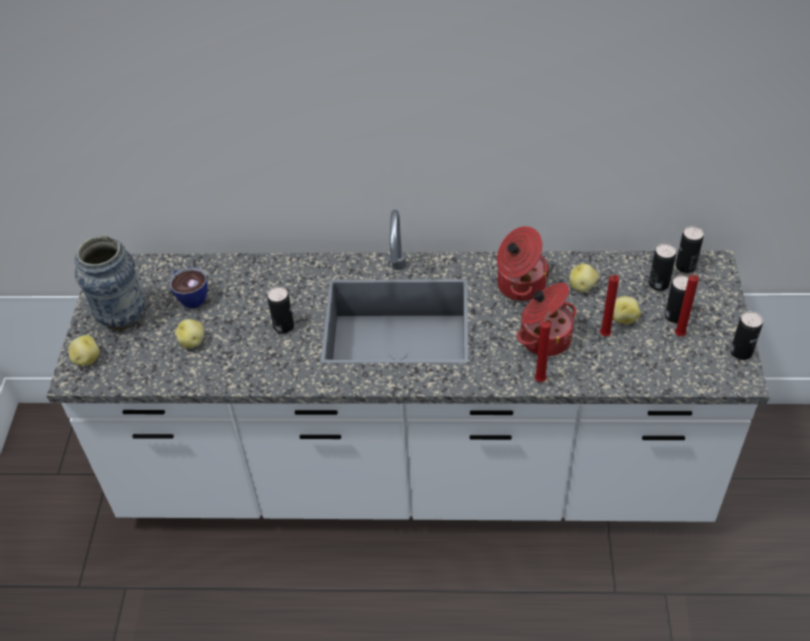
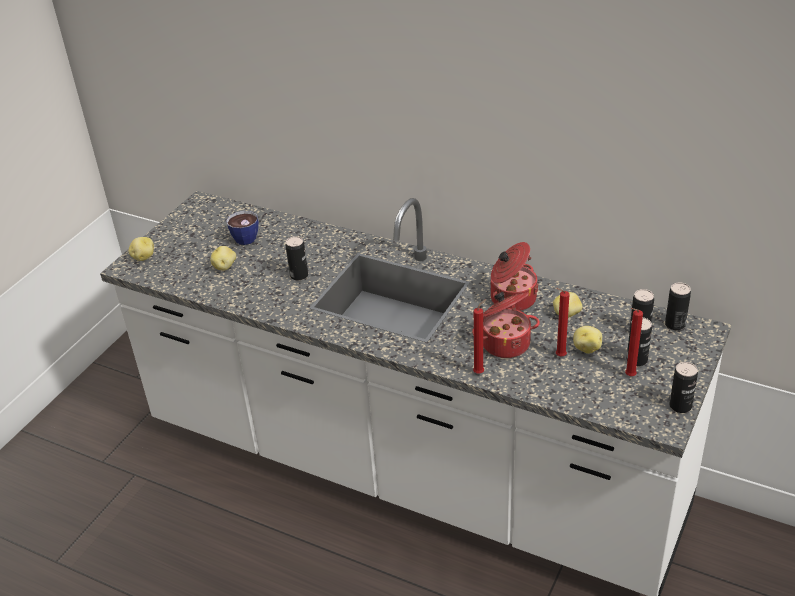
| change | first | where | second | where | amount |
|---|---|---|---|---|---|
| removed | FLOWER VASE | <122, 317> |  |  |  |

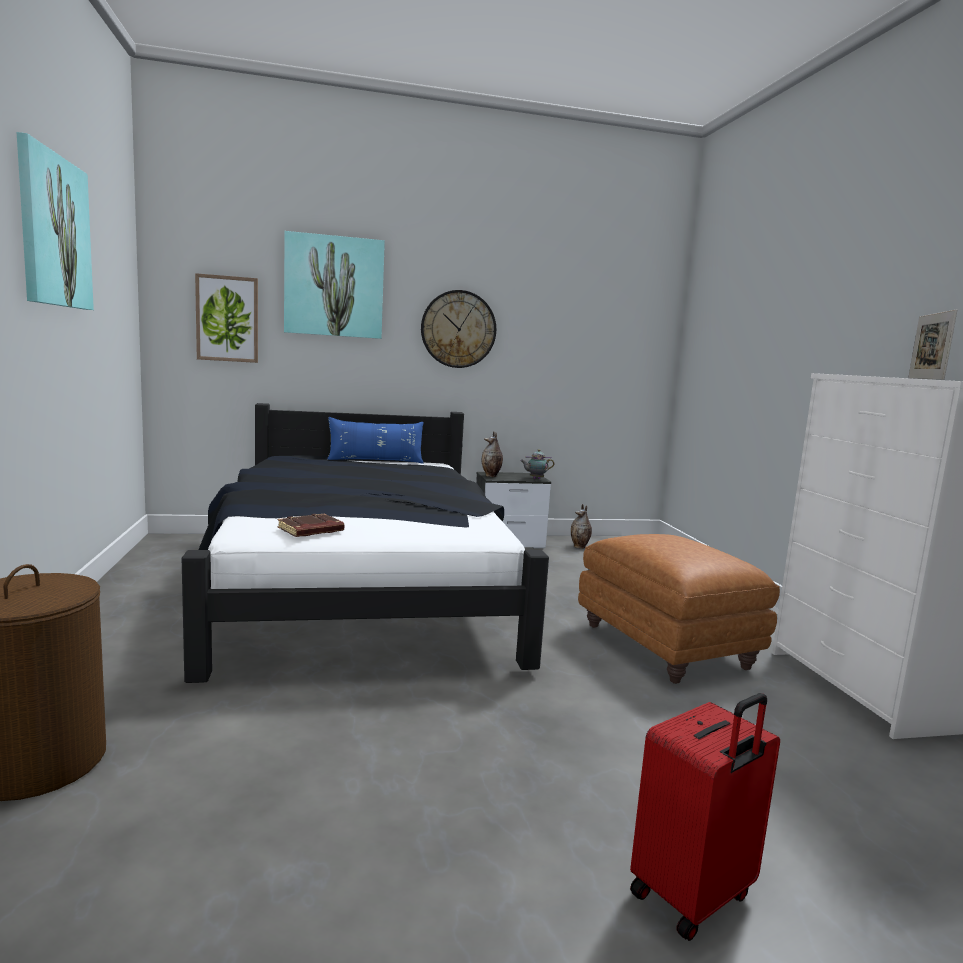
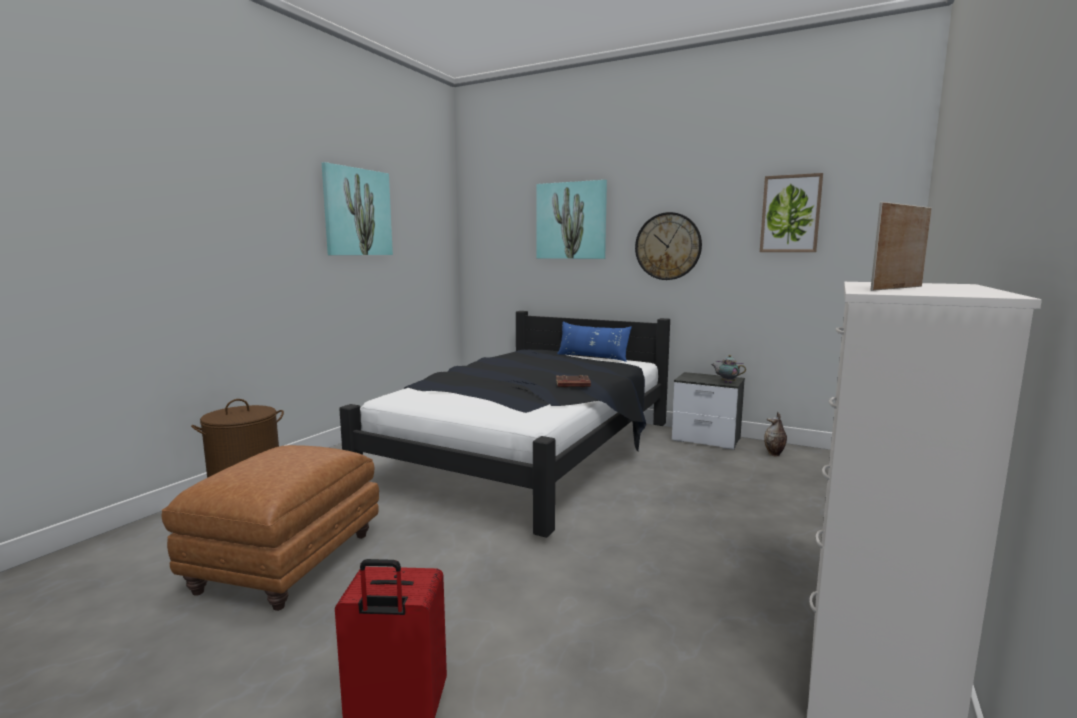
| change | first | where | second | where | amount |
|---|---|---|---|---|---|
| moved | BROWNISH POUFFE | <667, 647> |  | <287, 564> |  |
| moved | BROWNISH BOOK | <310, 531> |  | <572, 385> |  |
| moved | WALL ART | <227, 319> |  | <790, 214> |  |
| removed | FLOWER VASE | <491, 476> |  |  |  |

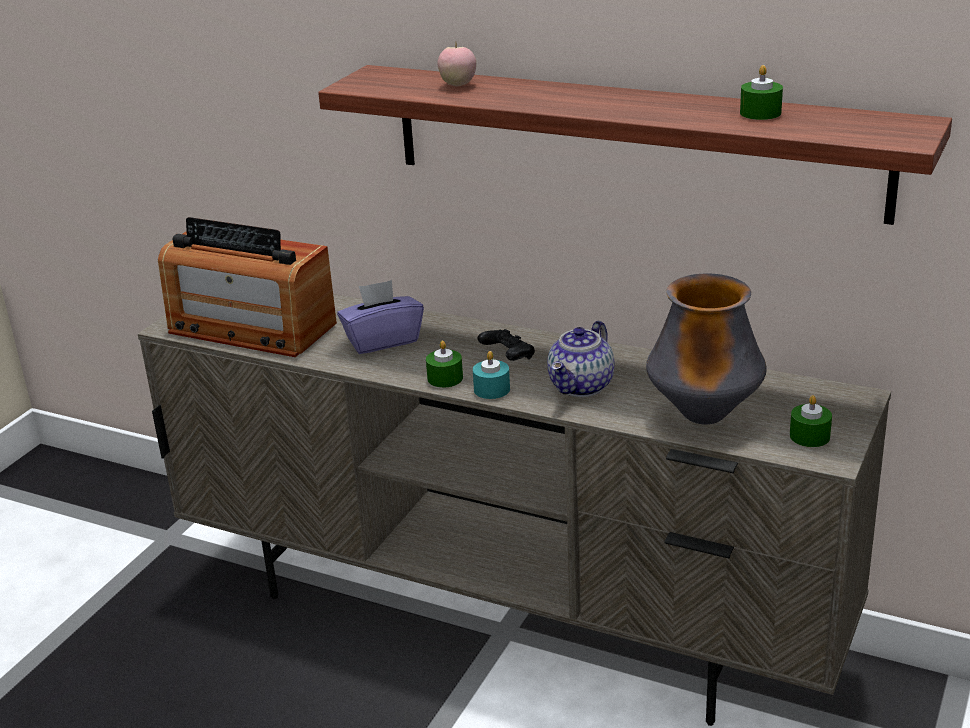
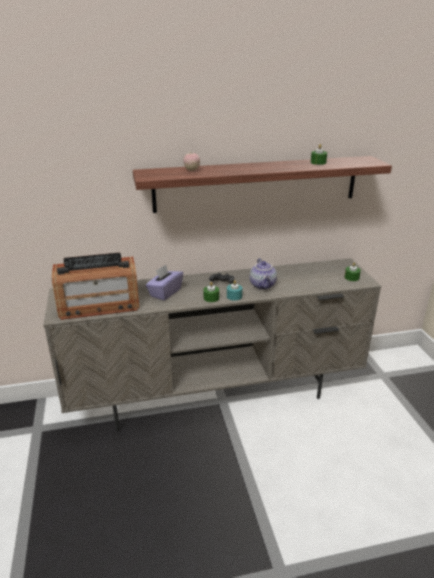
| change | first | where | second | where | amount |
|---|---|---|---|---|---|
| removed | FLOWER VASE | <704, 415> |  |  |  |

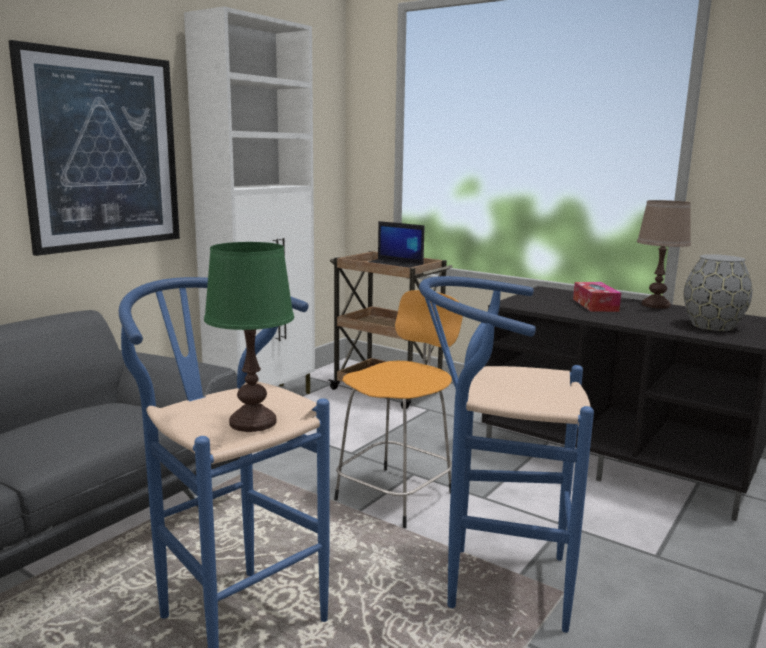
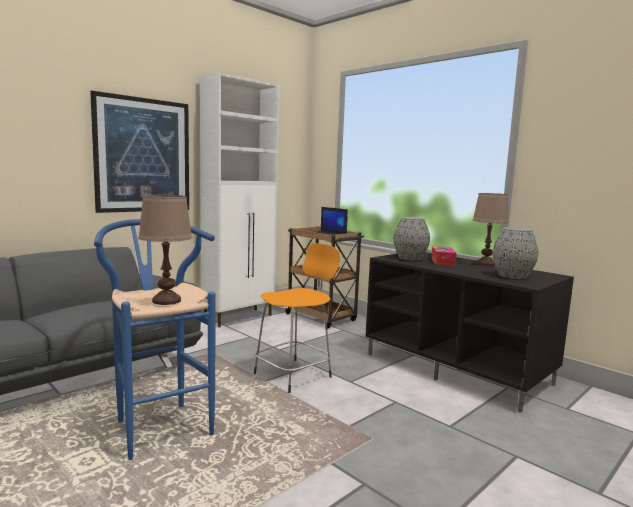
| change | first | where | second | where | amount |
|---|---|---|---|---|---|
| recoloured | GREENISH TABLE LAMP | <252, 422> | BROWNISH TABLE LAMP | <166, 301> |  |
| added |  |  | GREYISH FLOWER VASE | <409, 258> |  |
| removed | BLUE-COLOURED SITTING STOOL | <493, 582> |  |  |  |

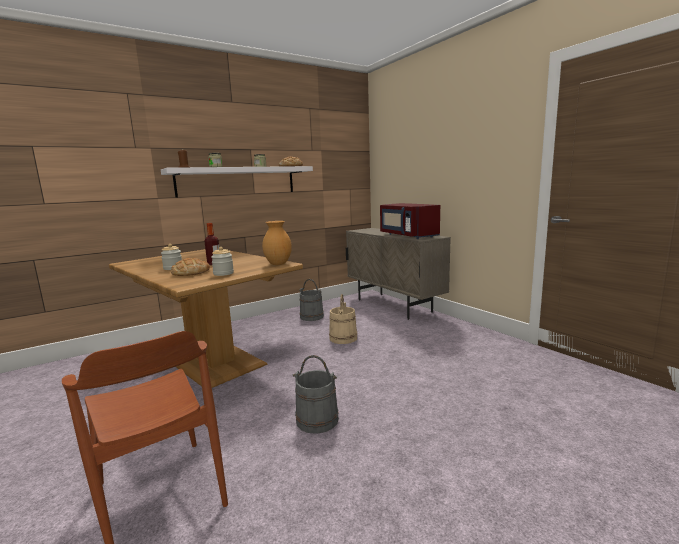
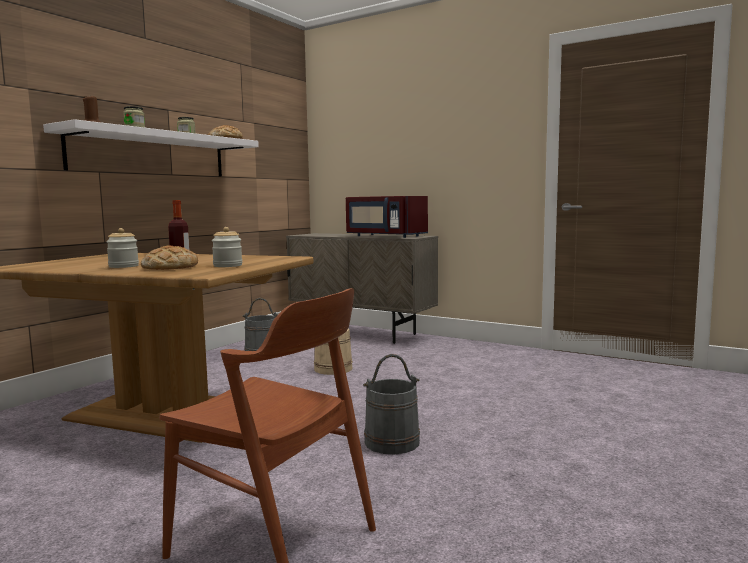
| change | first | where | second | where | amount |
|---|---|---|---|---|---|
| removed | BROWNISH FLOWER VASE | <277, 264> |  |  |  |

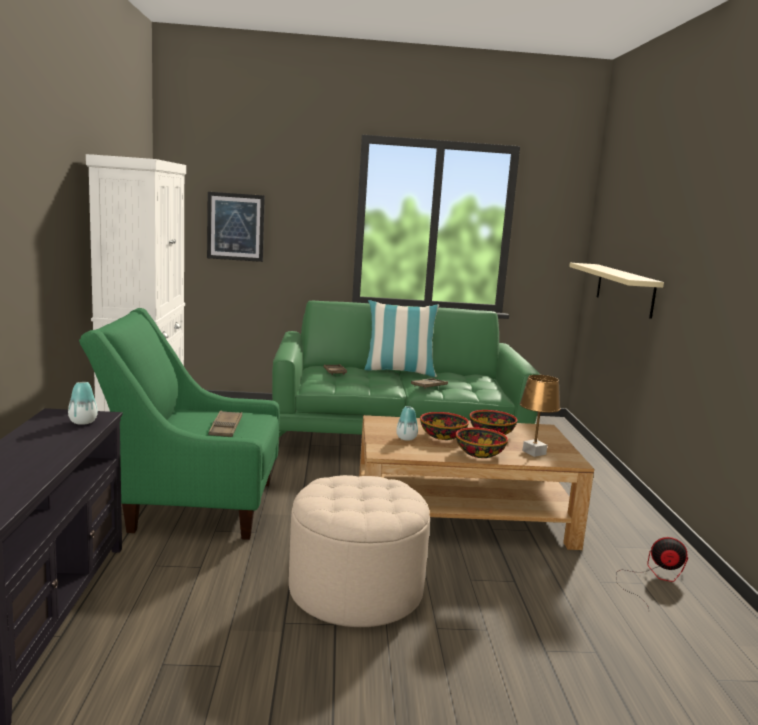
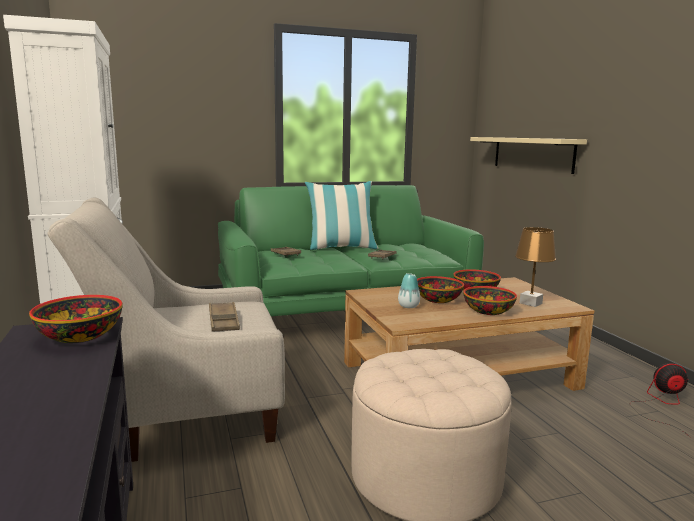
| change | first | where | second | where | amount |
|---|---|---|---|---|---|
| replaced | FLOWER VASE | <83, 422> | BOWL | <81, 336> |  |
| recoloured | GREENISH ARMCHAIR | <190, 505> | BEIGE ARMCHAIR | <185, 413> |  |
| removed | WALL ART | <235, 227> |  |  |  |

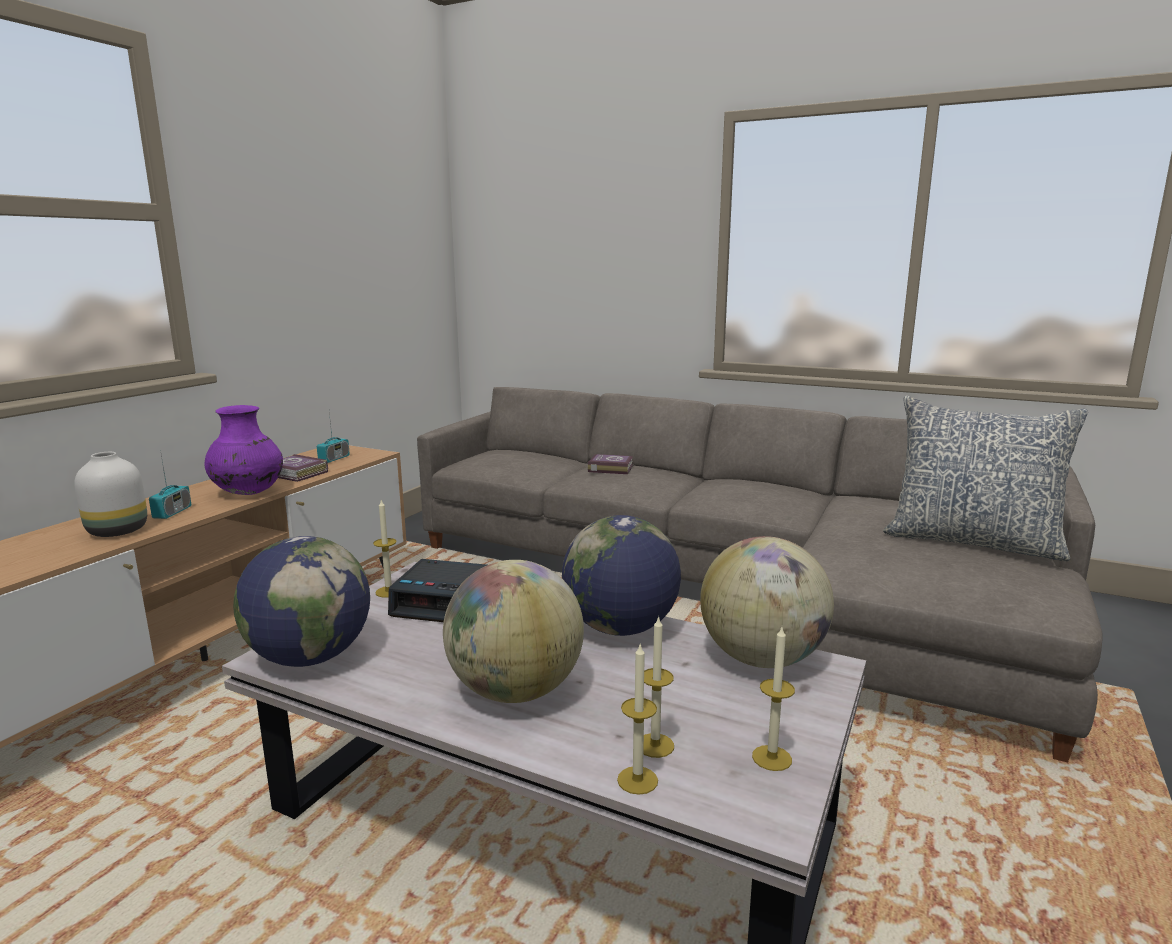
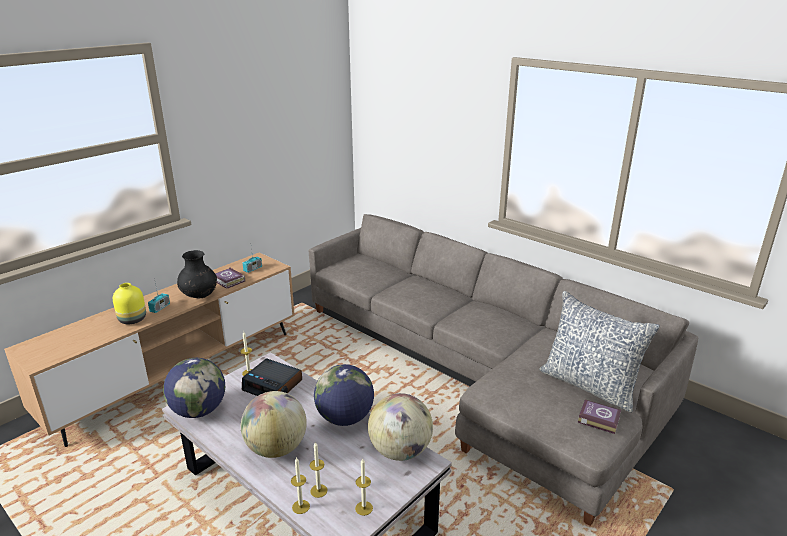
| change | first | where | second | where | amount |
|---|---|---|---|---|---|
| recoloured | WHITE-COLOURED FLOWER VASE | <119, 531> | YELLOW-COLOURED FLOWER VASE | <133, 320> |  |
| recoloured | PURPLE FLOWER VASE | <248, 493> | BLACK-COLOURED FLOWER VASE | <199, 296> |  |
| moved | BOOK | <609, 468> |  | <598, 418> |  |

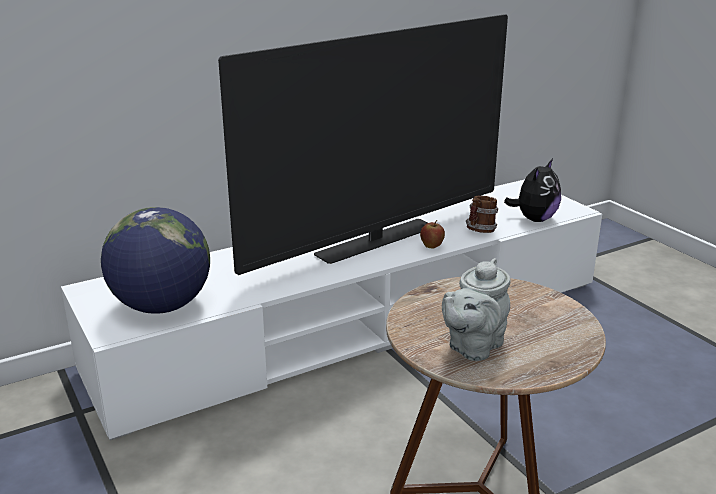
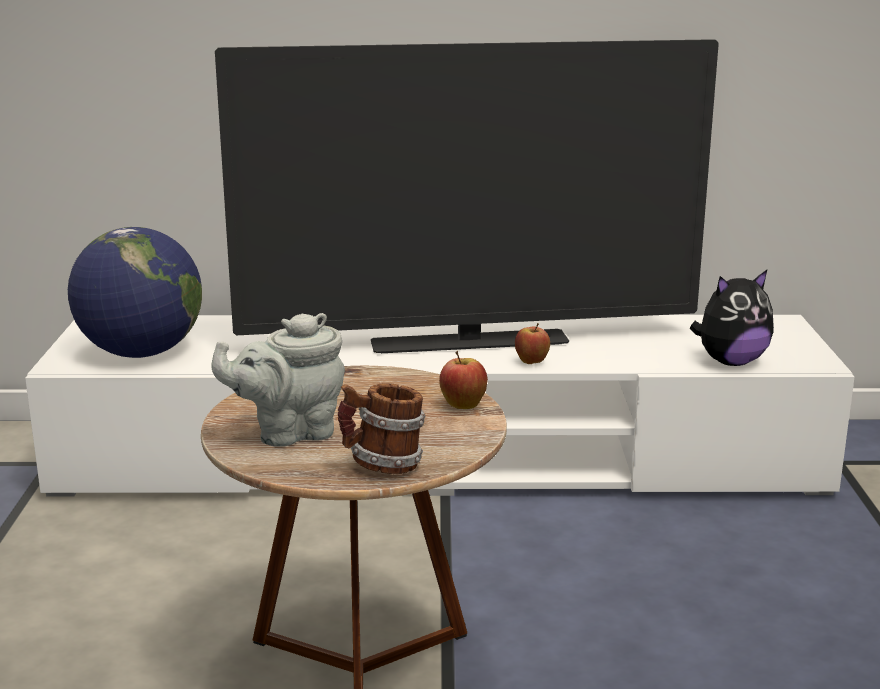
| change | first | where | second | where | amount |
|---|---|---|---|---|---|
| moved | MUG | <480, 231> |  | <383, 466> |  |
| added |  |  | APPLE | <463, 407> |  |

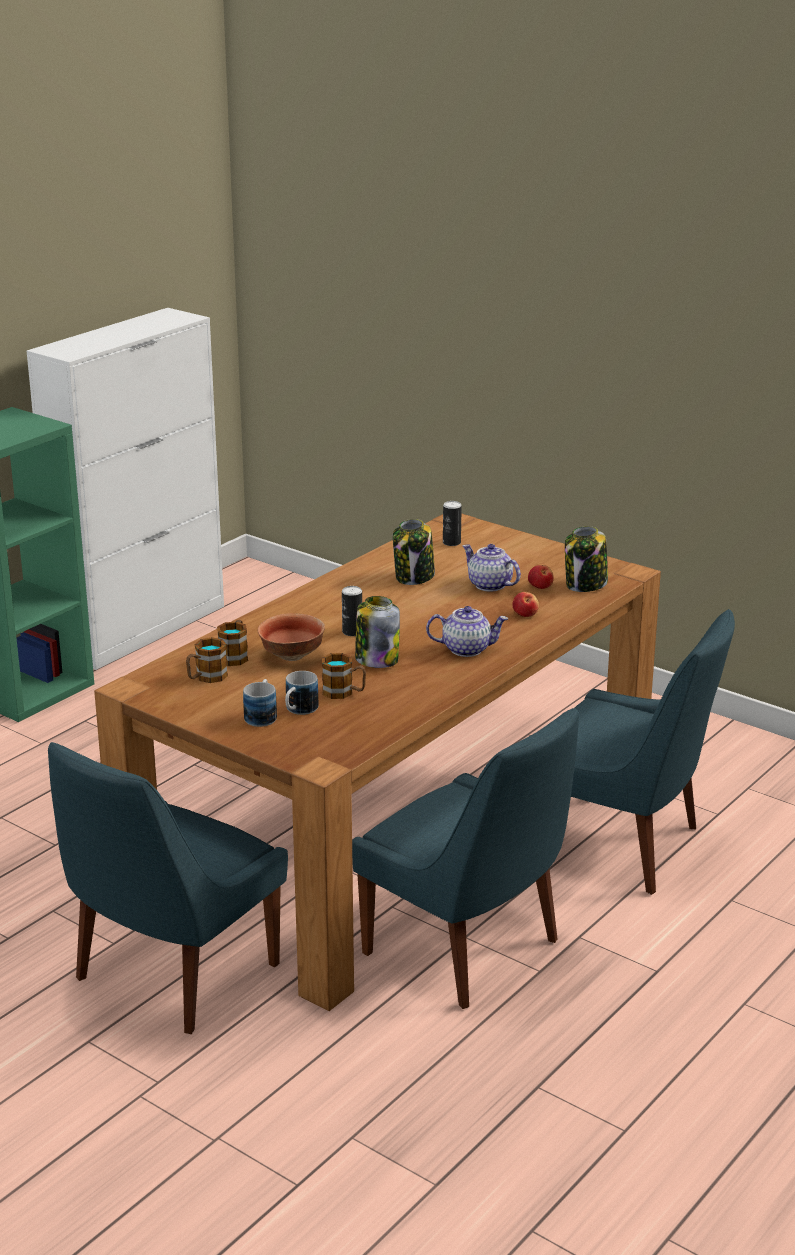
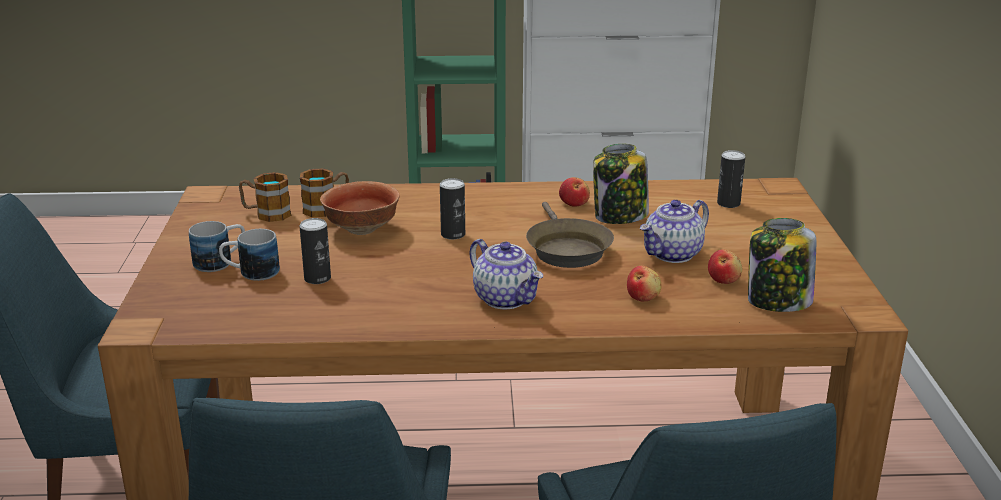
| change | first | where | second | where | amount |
|---|---|---|---|---|---|
| replaced | MUG | <344, 692> | SEALED CAN | <317, 278> |  |
| added |  |  | BROWNISH SKILLET | <566, 249> |  |
| added |  |  | APPLE | <574, 203> |  |
| turned | POT FOR TEA | <489, 585> |  | <673, 254> | 135 degrees counterclockwise |
| removed | JAR | <376, 659> |  |  |  |

